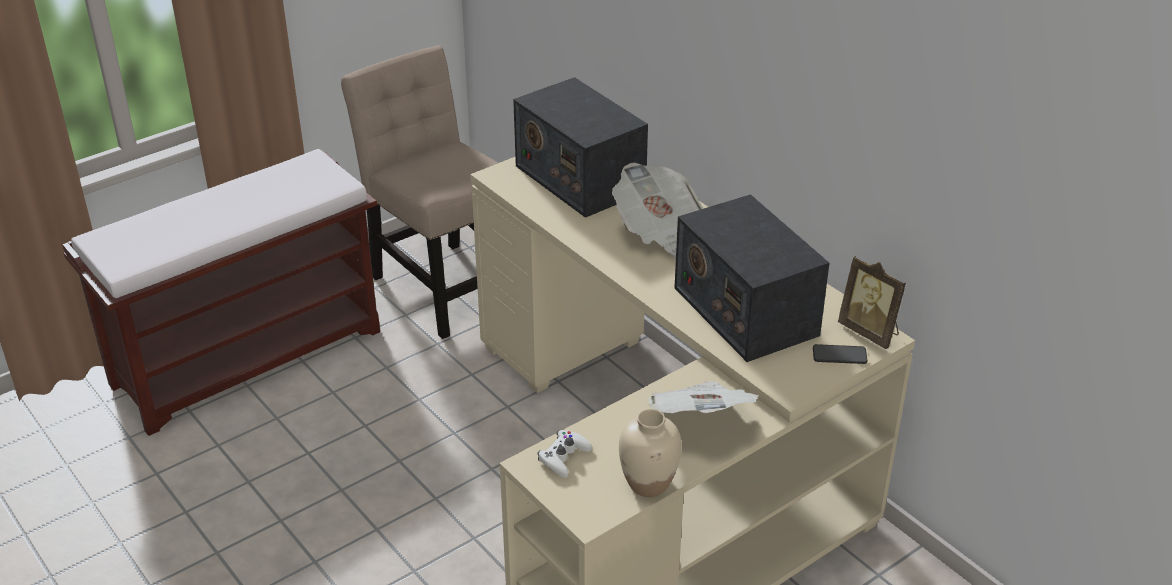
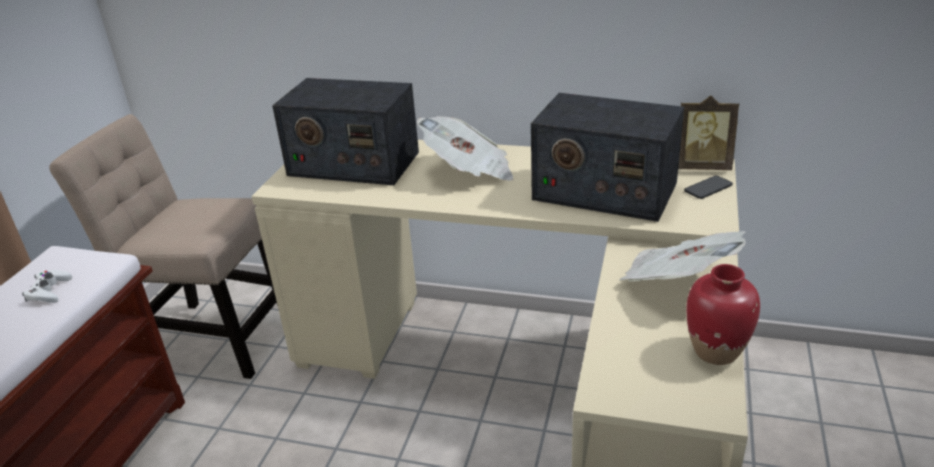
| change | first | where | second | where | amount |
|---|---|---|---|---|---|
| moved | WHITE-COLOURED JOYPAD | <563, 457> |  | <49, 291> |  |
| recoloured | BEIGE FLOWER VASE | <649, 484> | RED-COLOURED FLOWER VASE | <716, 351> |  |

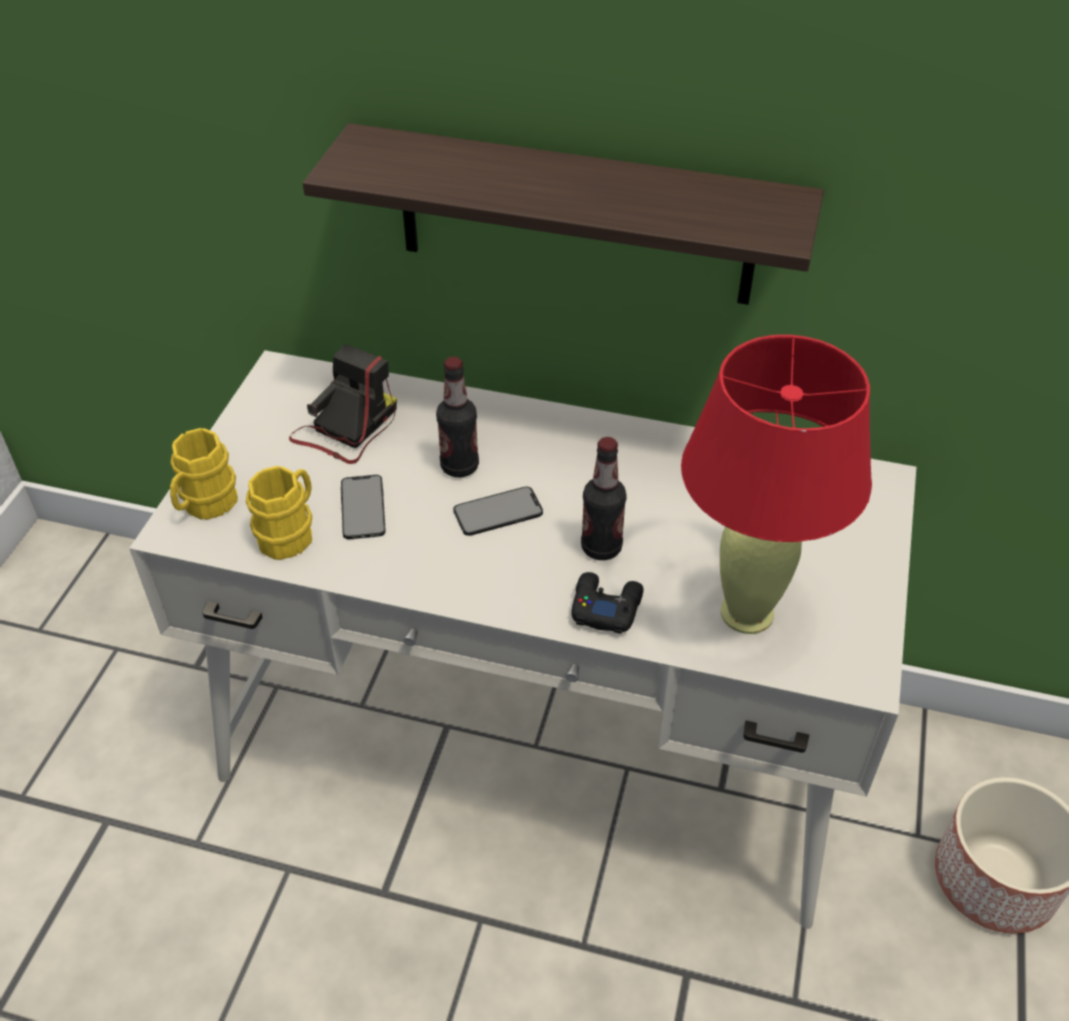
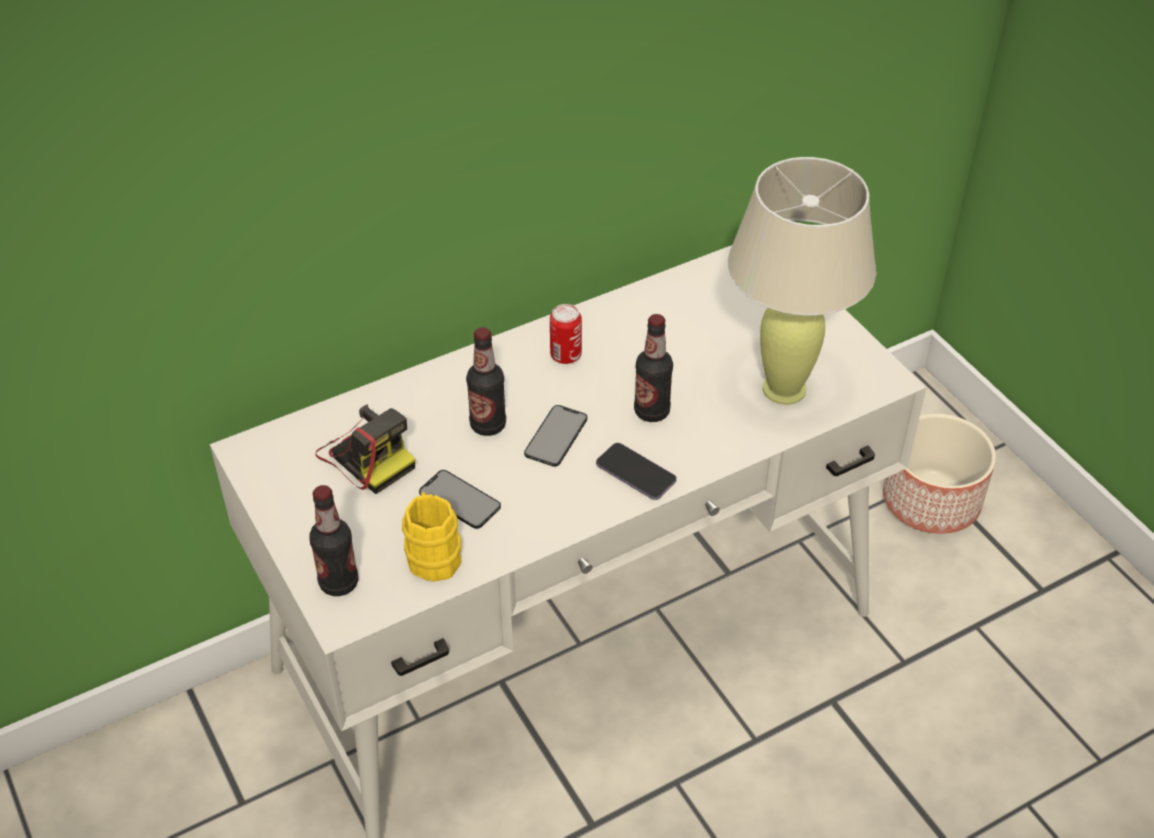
| change | first | where | second | where | amount |
|---|---|---|---|---|---|
| replaced | YELLOW-COLOURED MUG | <205, 504> | DRINK BOTTLE | <339, 583> |  |
| turned | STILL CAMERA | <346, 428> |  | <367, 456> | 150 degrees clockwise |
| added |  |  | SEALED CAN | <565, 355> |  |
| added |  |  | TELEPHONE | <636, 473> |  |
| recoloured | RED-COLOURED TABLE LAMP | <746, 613> | BEIGE TABLE LAMP | <784, 389> |  |
| removed | SHELF | <575, 216> |  |  |  |
| removed | BLACK-COLOURED JOYPAD | <605, 607> |  |  |  |

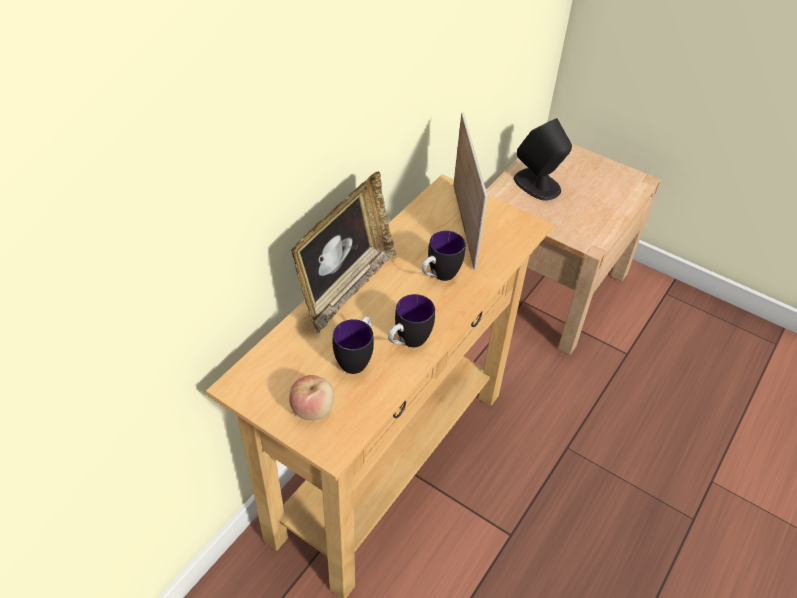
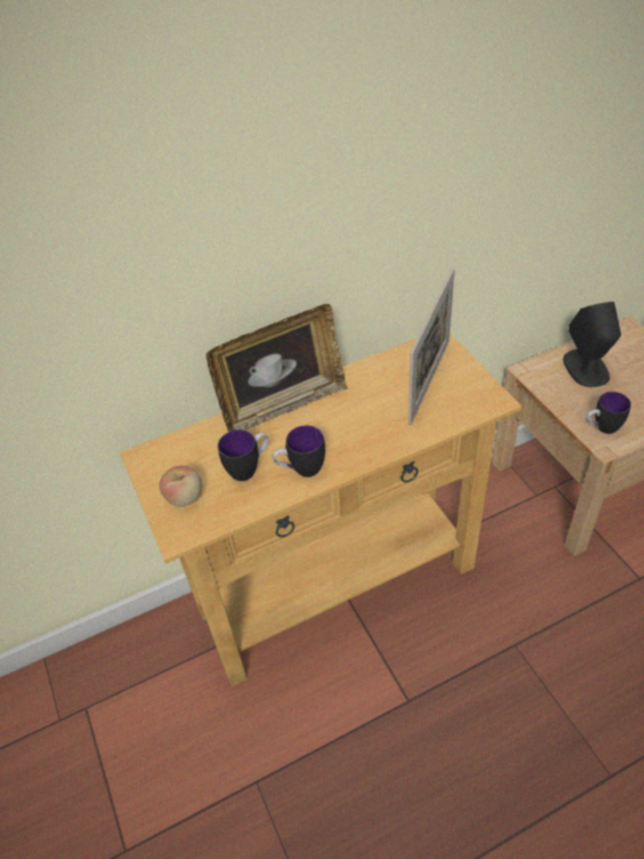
| change | first | where | second | where | amount |
|---|---|---|---|---|---|
| moved | MUG | <439, 276> |  | <601, 428> |  |

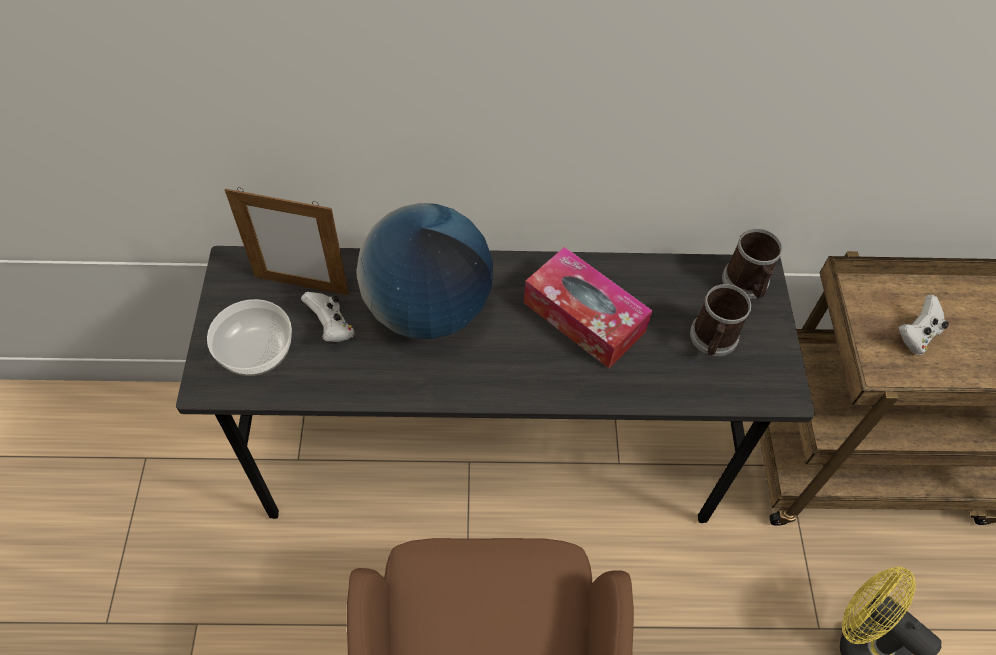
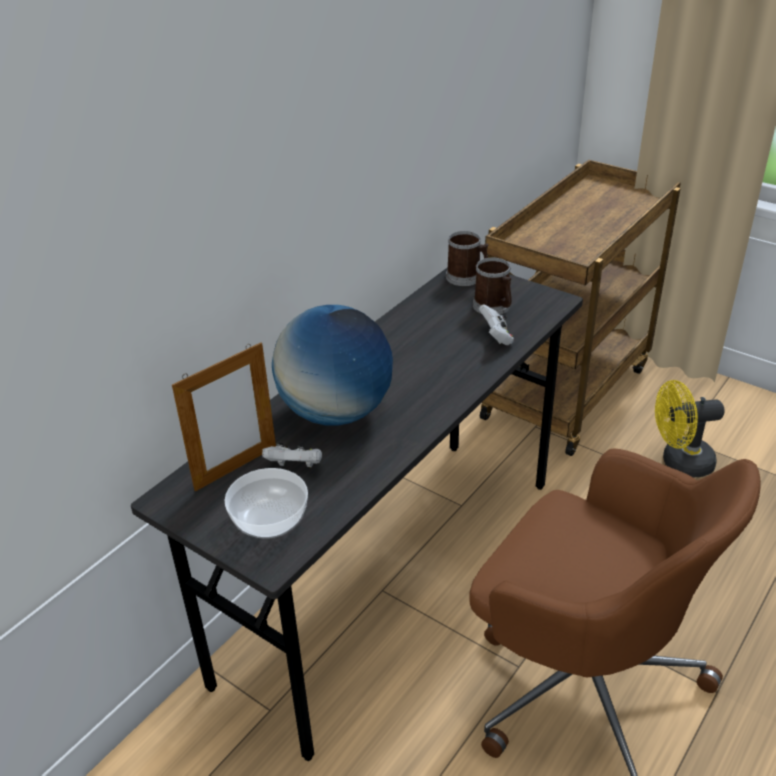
| change | first | where | second | where | amount |
|---|---|---|---|---|---|
| moved | WHITE-COLOURED JOYPAD | <916, 335> |  | <496, 337> |  |
| removed | TISSUE HOLDER | <584, 317> |  |  |  |

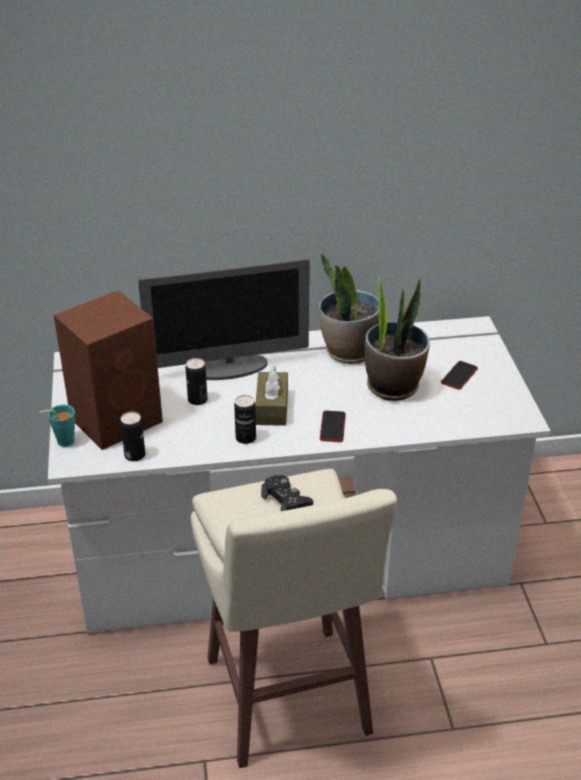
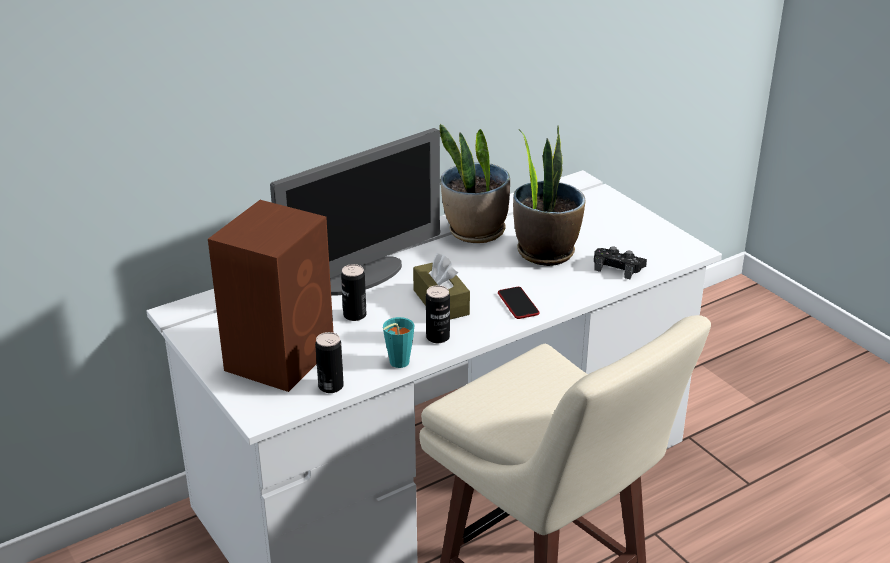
| change | first | where | second | where | amount |
|---|---|---|---|---|---|
| moved | TURQUOISE-COLOURED SMALL CUP | <61, 442> |  | <396, 364> |  |
| moved | BLACK-COLOURED JOYPAD | <286, 500> |  | <618, 267> |  |
| removed | TELEPHONE | <459, 376> |  |  |  |

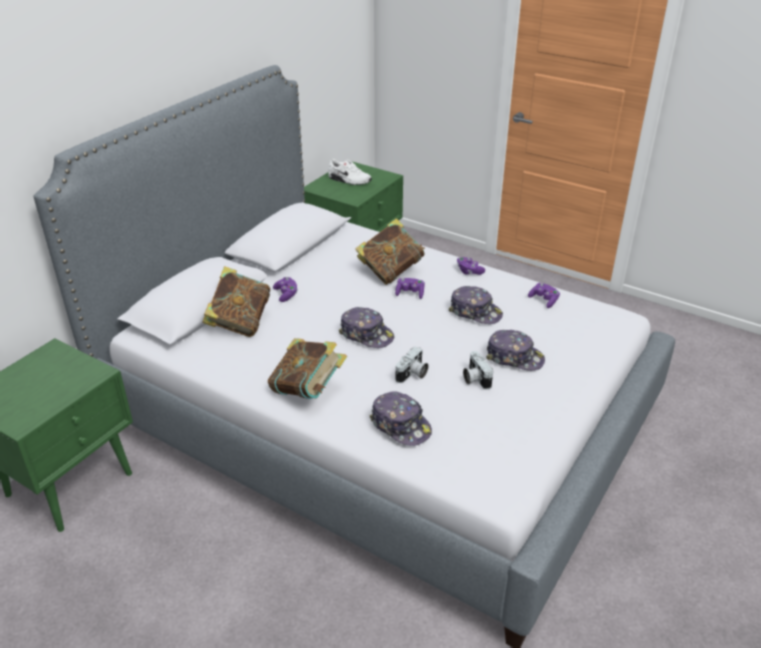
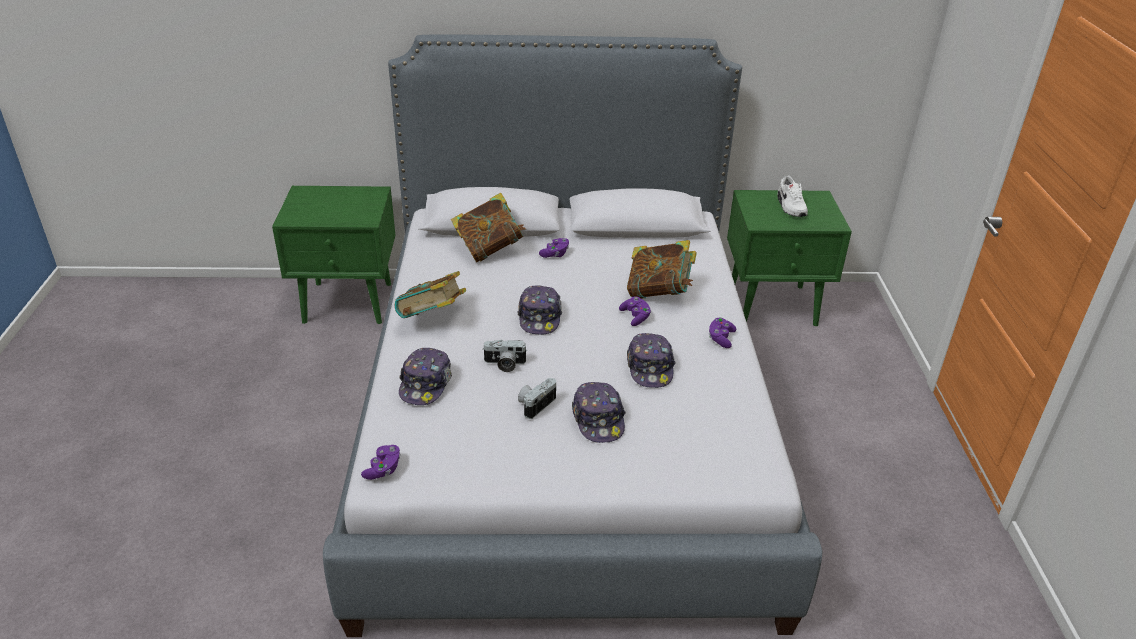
| change | first | where | second | where | amount |
|---|---|---|---|---|---|
| moved | PURPLE JOYPAD | <544, 300> |  | <383, 469> |  |

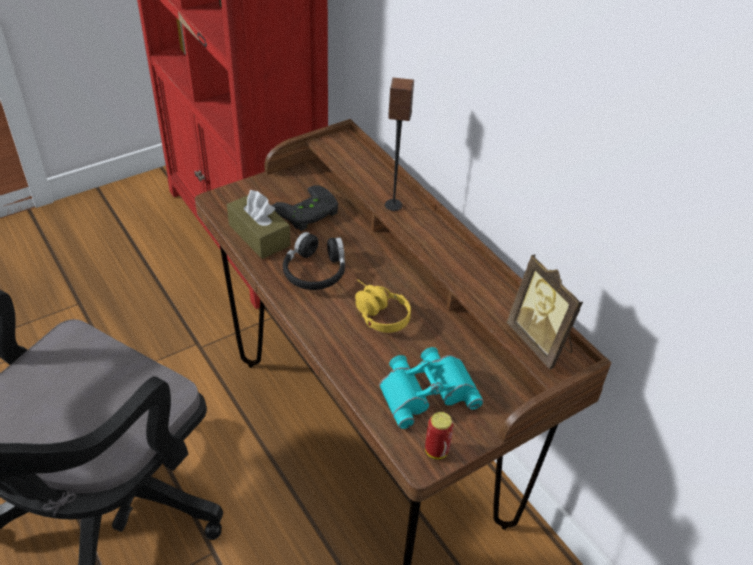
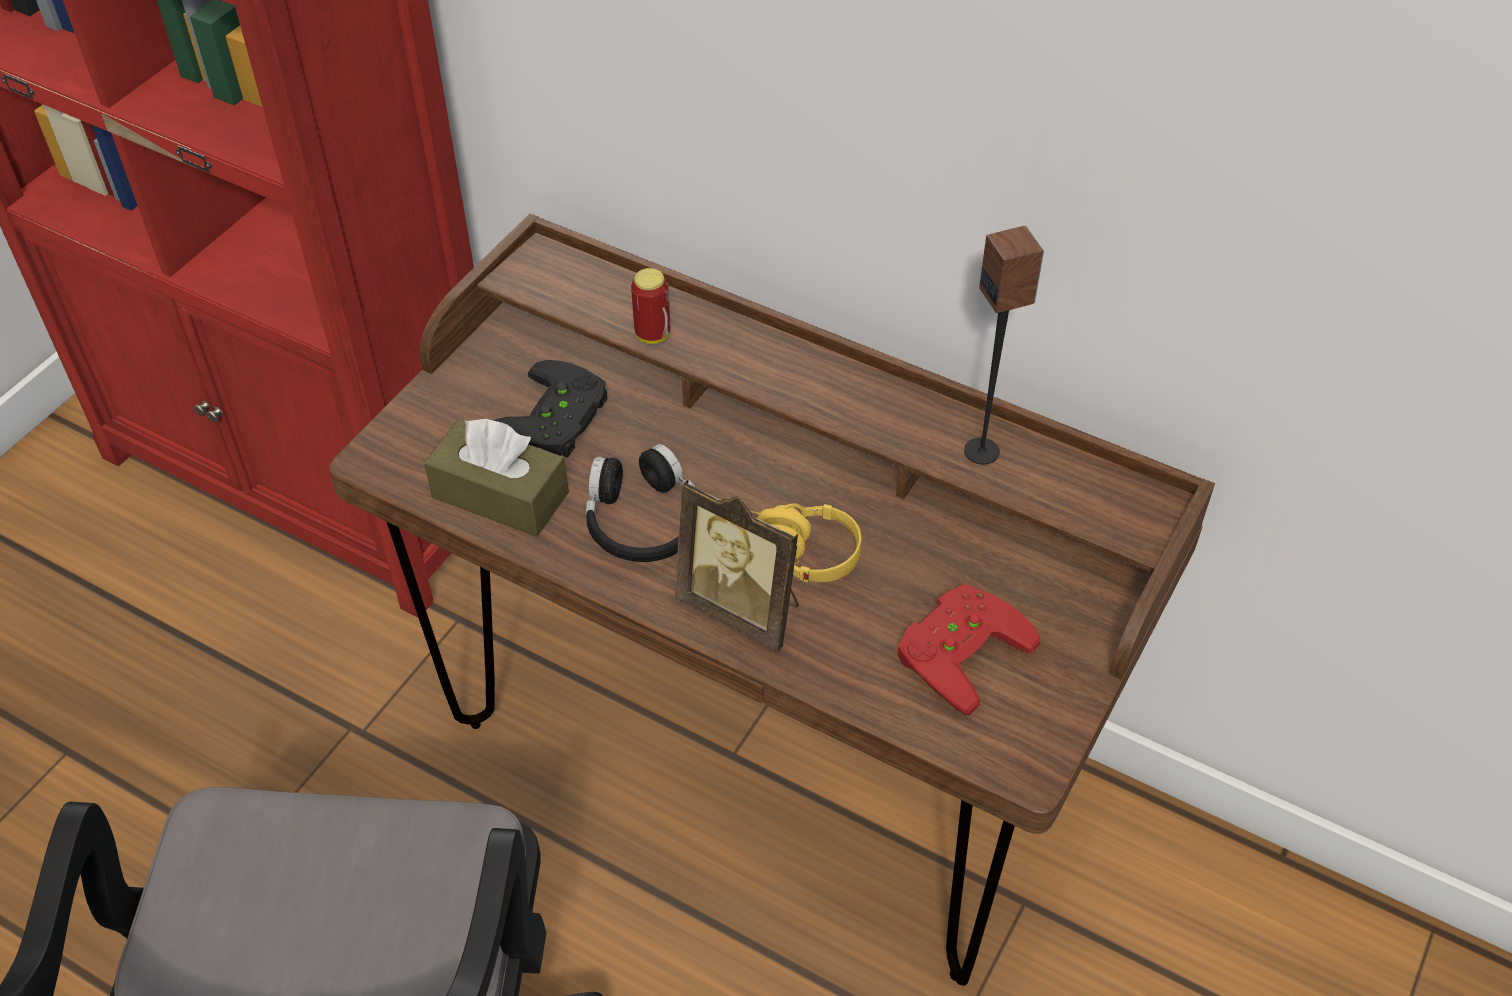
| change | first | where | second | where | amount |
|---|---|---|---|---|---|
| moved | SEALED CAN | <436, 451> |  | <652, 335> |  |
| moved | STANDING FRAME | <540, 342> |  | <742, 608> |  |
| replaced | TURQUOISE-COLOURED BINOCULARS | <426, 390> | RED-COLOURED JOYPAD | <957, 647> |  |
| moved | AUDIO SPEAKER | <394, 205> |  | <982, 451> |  |

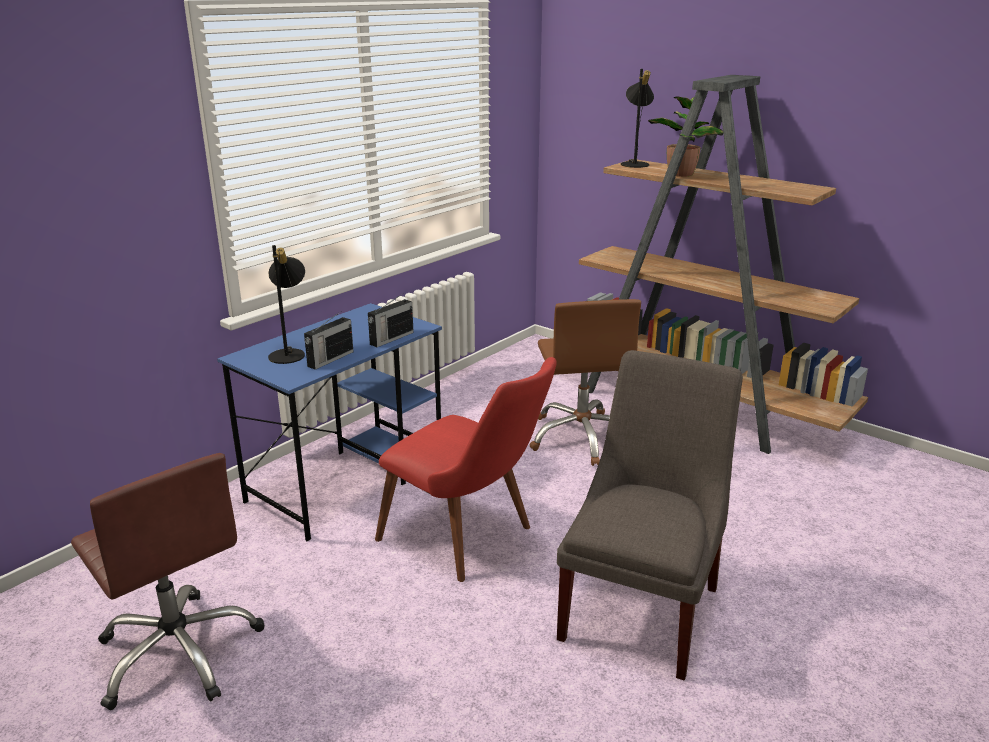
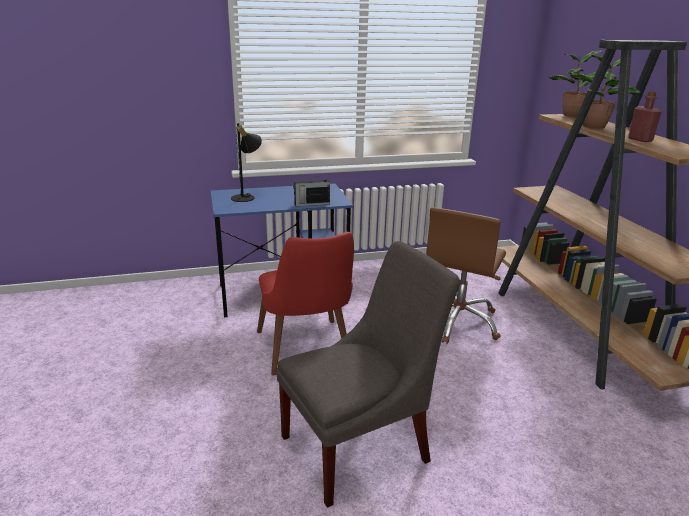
| change | first | where | second | where | amount |
|---|---|---|---|---|---|
| replaced | BLACK-COLOURED TABLE LAMP | <635, 163> | PLANT IN A POT | <571, 115> |  |
| added |  |  | RED-COLOURED DRINK BOTTLE | <640, 140> |  |
| removed | BROWNISH DESK CHAIR | <179, 652> |  |  |  |
| removed | RADIO SET | <329, 359> |  |  |  |

